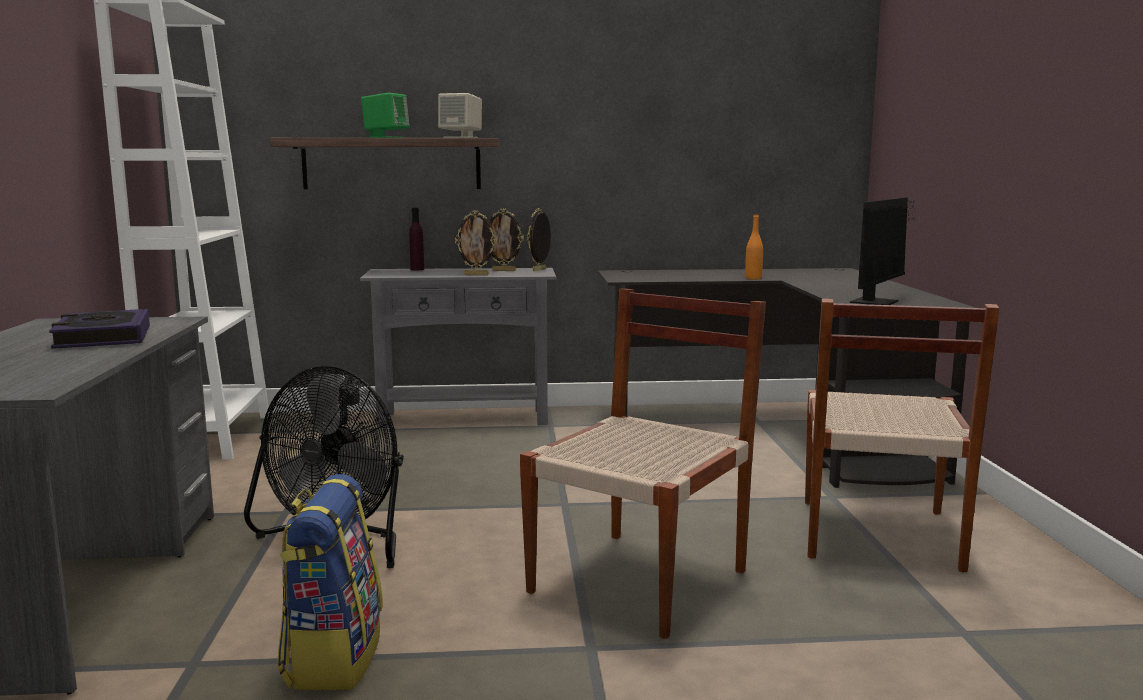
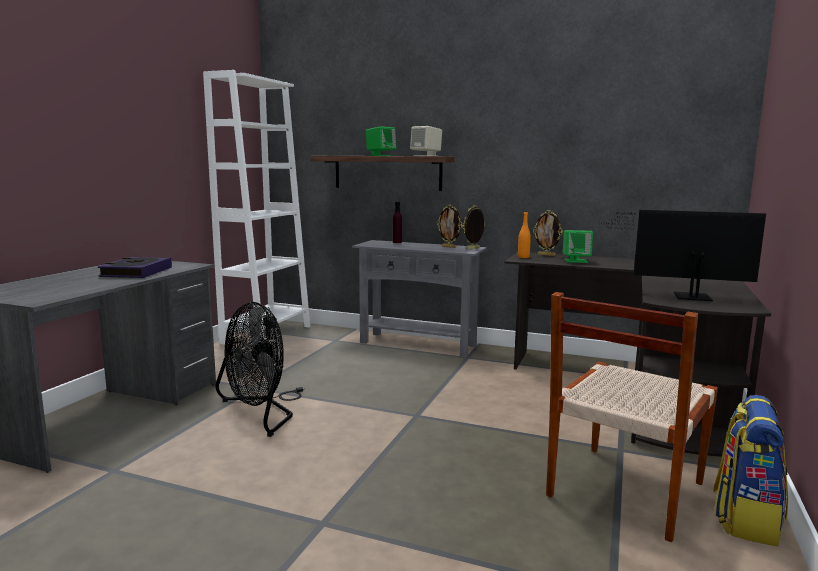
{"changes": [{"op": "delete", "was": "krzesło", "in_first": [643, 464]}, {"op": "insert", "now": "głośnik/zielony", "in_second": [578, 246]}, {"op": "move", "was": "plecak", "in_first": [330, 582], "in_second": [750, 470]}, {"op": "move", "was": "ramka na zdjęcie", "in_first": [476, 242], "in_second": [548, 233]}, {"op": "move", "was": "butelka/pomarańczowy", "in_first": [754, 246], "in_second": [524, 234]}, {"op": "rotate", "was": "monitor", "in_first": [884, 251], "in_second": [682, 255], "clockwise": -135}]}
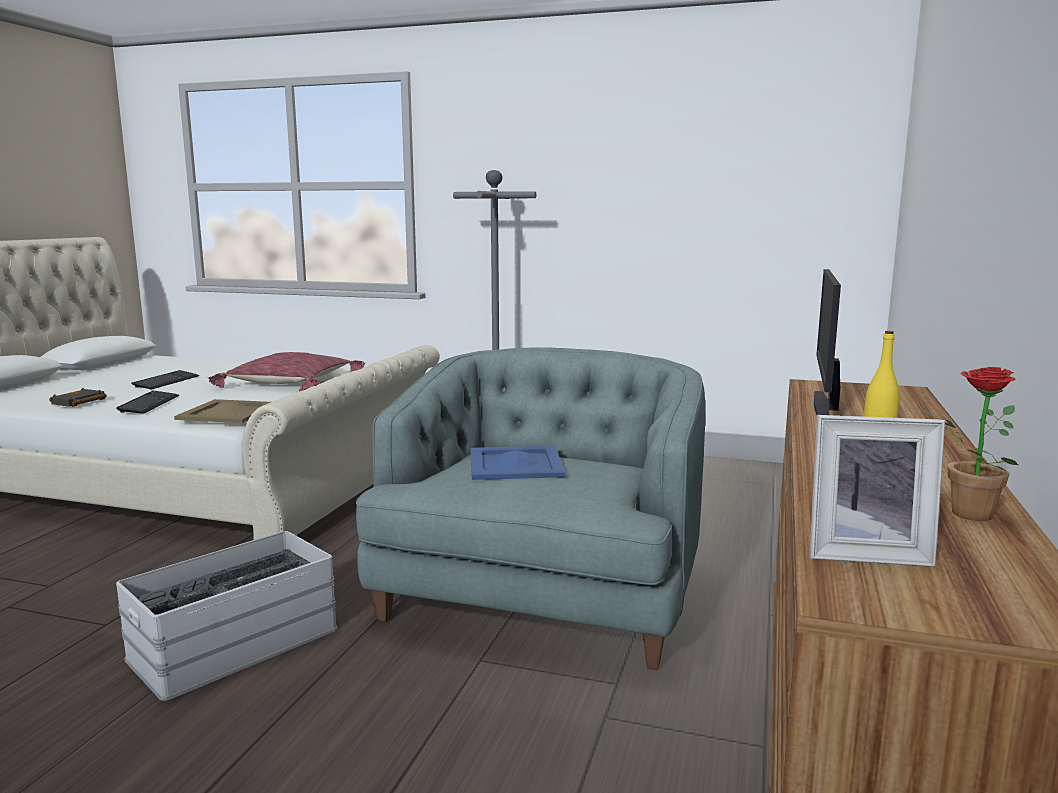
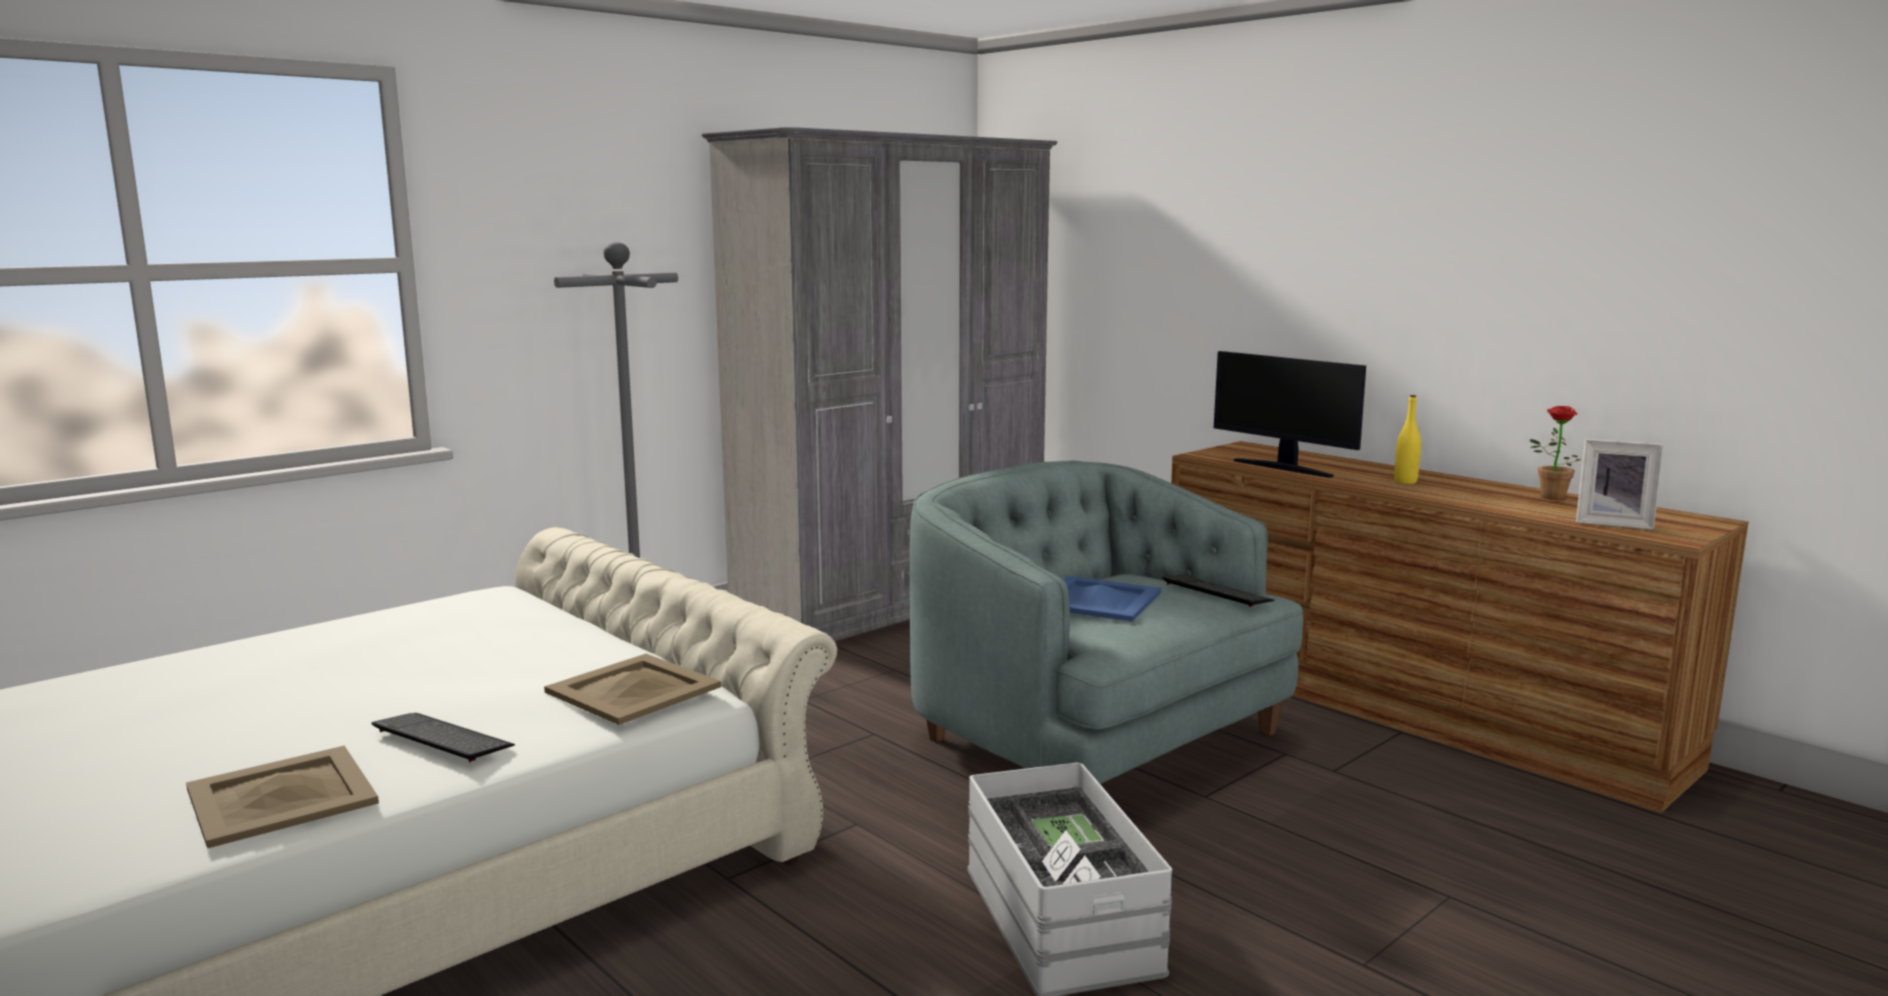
{"changes": [{"op": "delete", "was": "poduszka/czerwony", "in_first": [286, 372]}, {"op": "insert", "now": "szafa/szary", "in_second": [879, 384]}, {"op": "move", "was": "klawiatura", "in_first": [165, 380], "in_second": [1218, 591]}, {"op": "replace", "was": "książka/czarny", "now": "taca/beżowy", "in_first": [78, 397], "in_second": [282, 797]}, {"op": "rotate", "was": "ramka na zdjęcie", "in_first": [877, 491], "in_second": [1620, 484], "clockwise": 75}]}
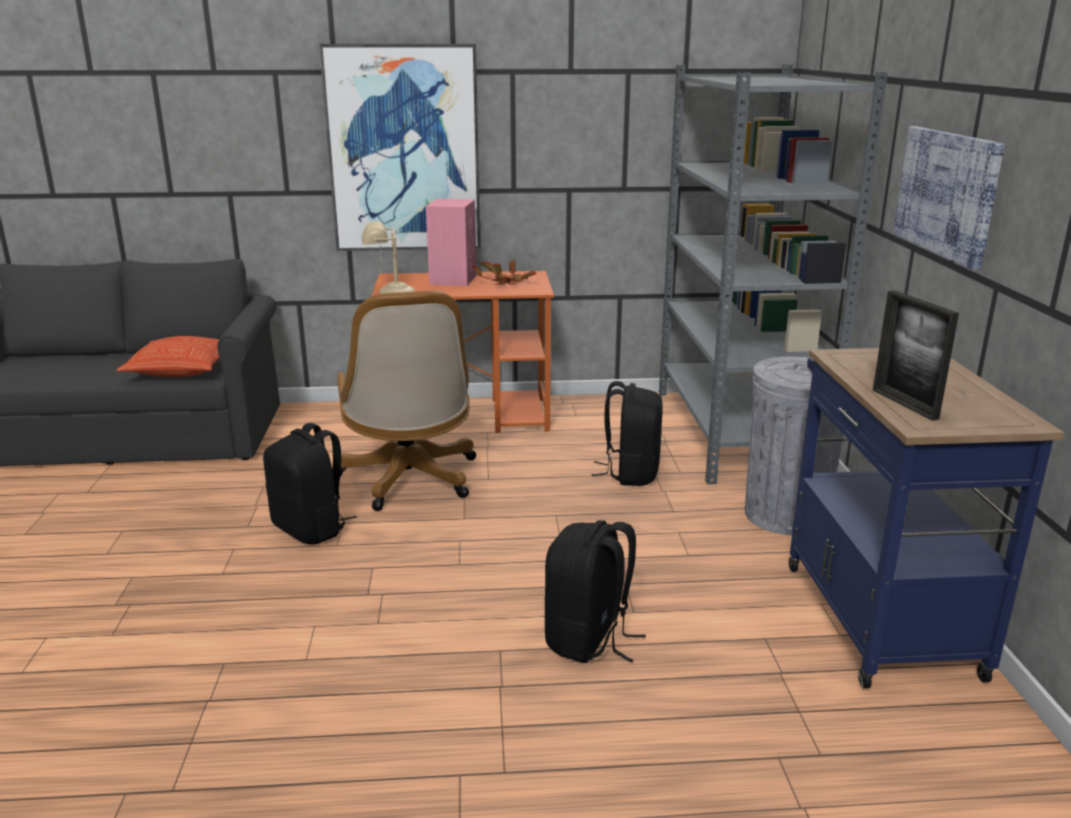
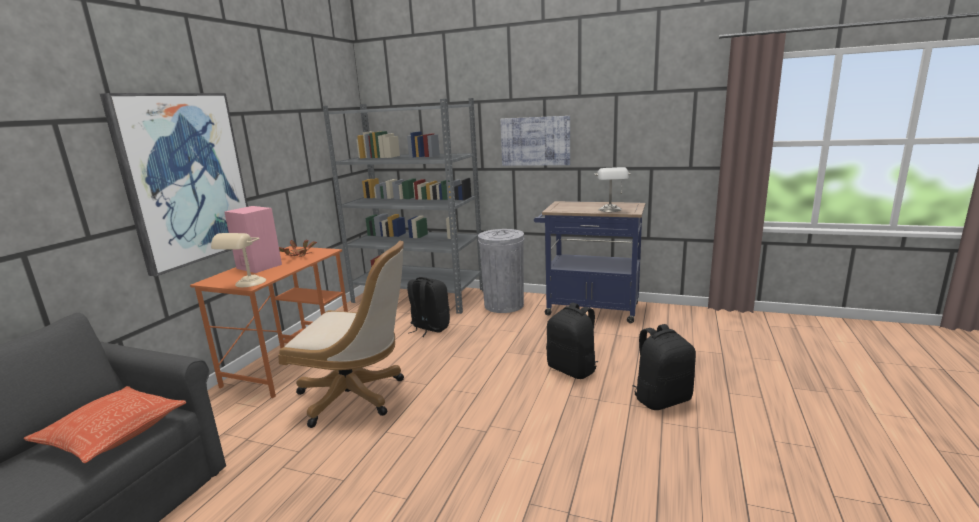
{"changes": [{"op": "move", "was": "plecak/czarny", "in_first": [310, 483], "in_second": [664, 367]}, {"op": "replace", "was": "ramka na zdjęcie", "now": "lampa stołowa/biały", "in_first": [916, 355], "in_second": [612, 189]}]}
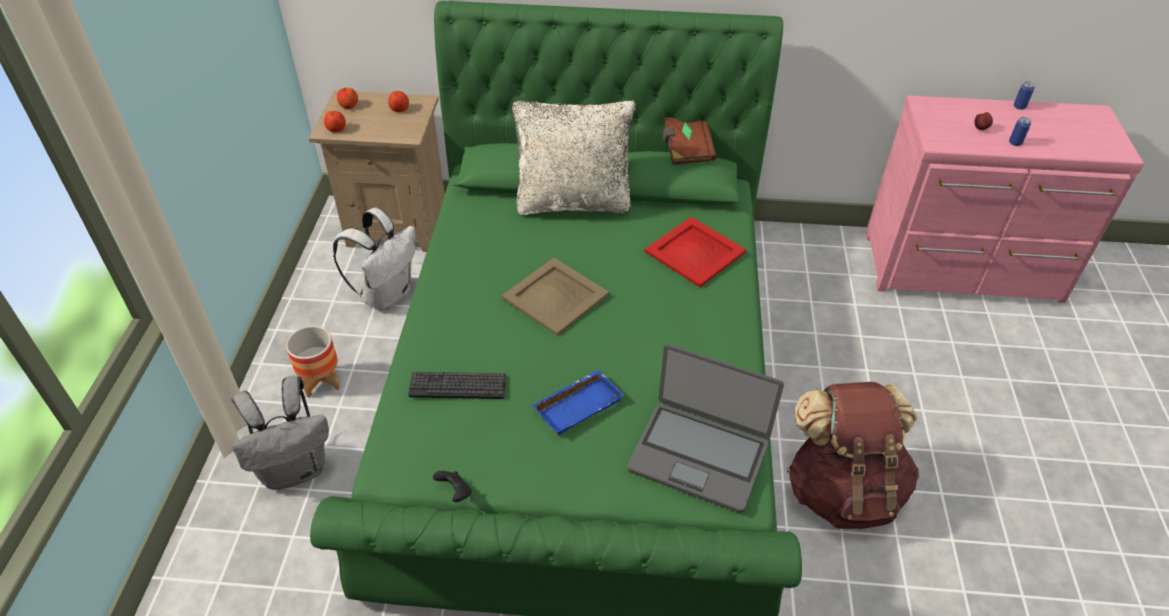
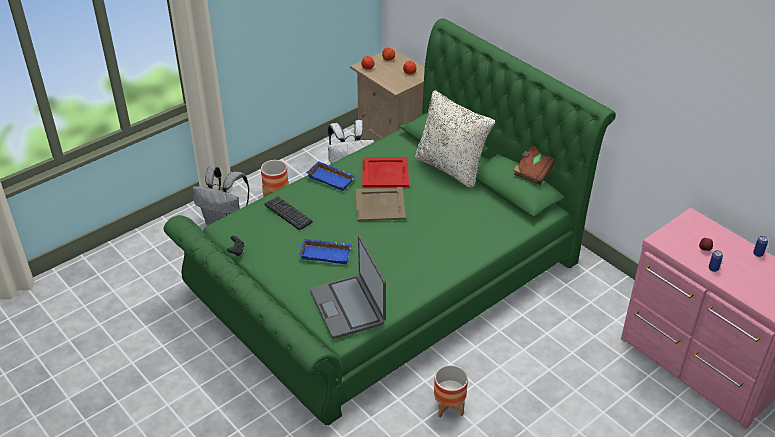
{"changes": [{"op": "insert", "now": "taca/niebieski", "in_second": [331, 176]}, {"op": "move", "was": "taca/czerwony", "in_first": [695, 252], "in_second": [385, 172]}, {"op": "replace", "was": "plecak/brązowy", "now": "donica", "in_first": [853, 455], "in_second": [451, 391]}]}
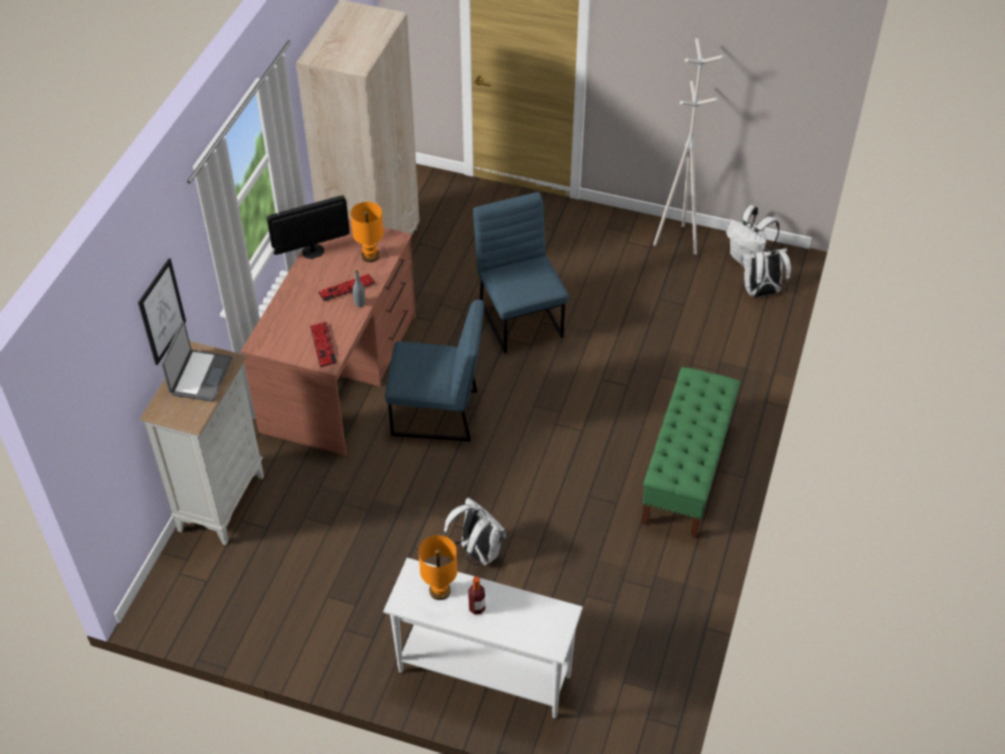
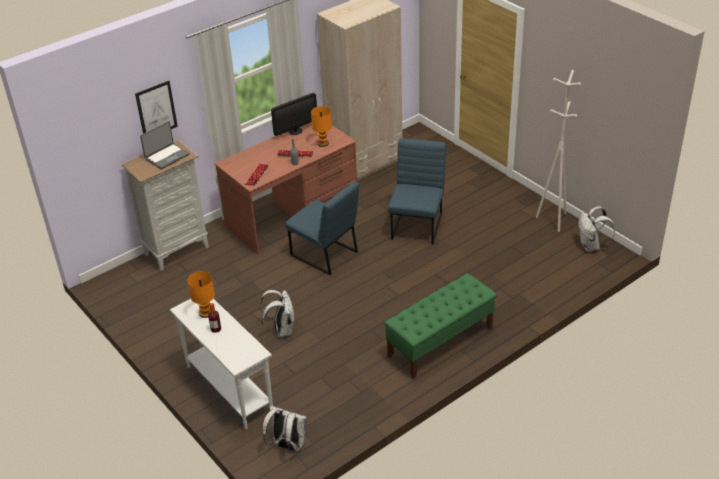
{"changes": [{"op": "move", "was": "plecak/biały", "in_first": [766, 273], "in_second": [286, 429]}, {"op": "rotate", "was": "monitor", "in_first": [308, 227], "in_second": [294, 114], "clockwise": 135}]}
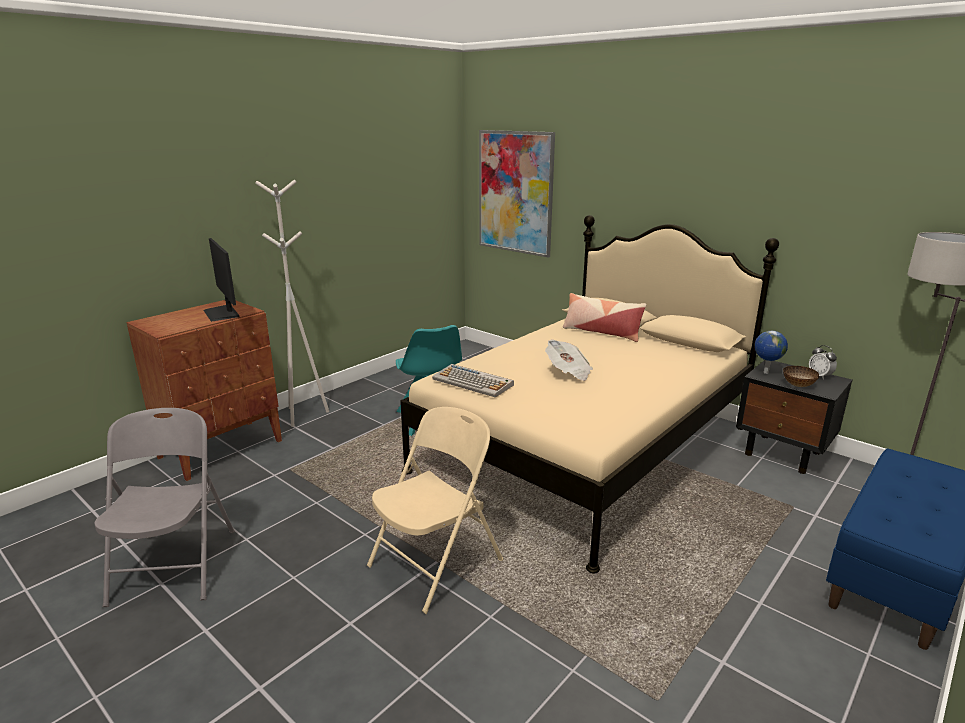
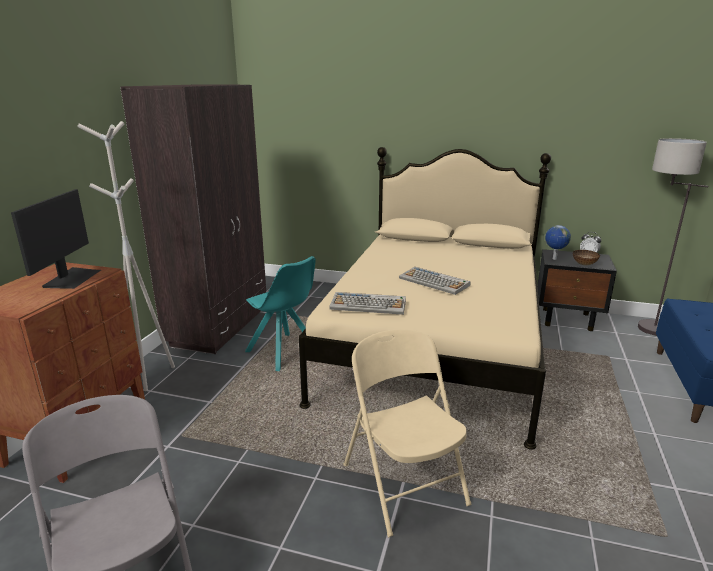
{"changes": [{"op": "delete", "was": "obraz", "in_first": [517, 194]}, {"op": "delete", "was": "poduszka", "in_first": [605, 317]}, {"op": "insert", "now": "szafa/brązowy", "in_second": [193, 219]}, {"op": "replace", "was": "gazeta", "now": "klawiatura", "in_first": [569, 360], "in_second": [435, 281]}, {"op": "rotate", "was": "monitor", "in_first": [221, 280], "in_second": [56, 239], "clockwise": -120}, {"op": "rotate", "was": "krzesło/beżowy", "in_first": [435, 510], "in_second": [407, 433], "clockwise": -45}]}
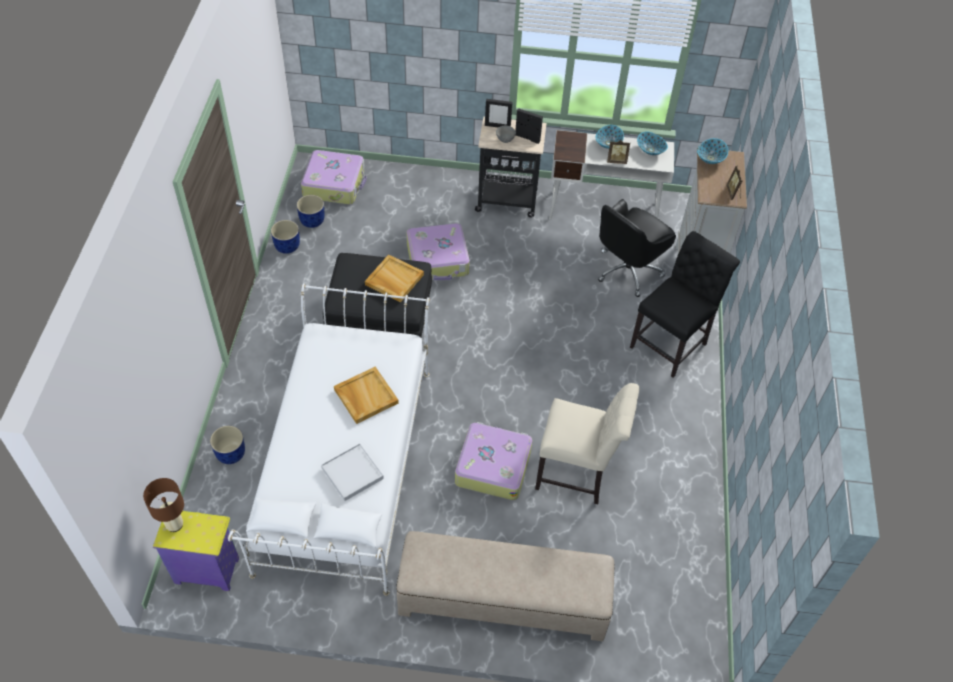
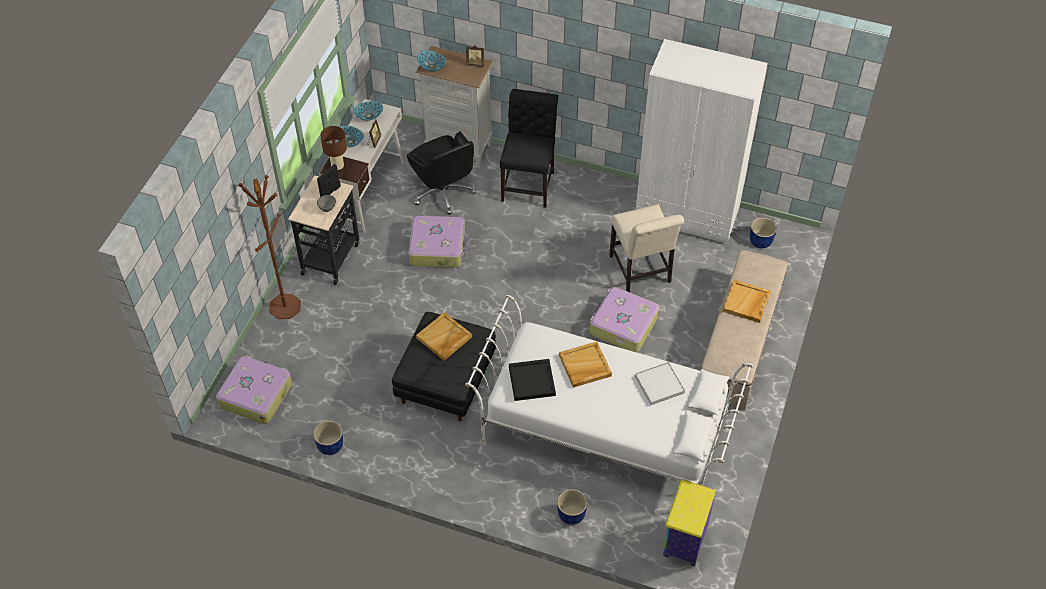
{"changes": [{"op": "delete", "was": "ramka na zdjęcie", "in_first": [499, 113]}, {"op": "insert", "now": "wieszak/brązowy", "in_second": [269, 247]}, {"op": "insert", "now": "taca/czarny", "in_second": [532, 380]}, {"op": "insert", "now": "szafa/biały", "in_second": [701, 141]}, {"op": "insert", "now": "taca/beżowy", "in_second": [746, 301]}, {"op": "move", "was": "lampa stołowa/brązowy", "in_first": [163, 505], "in_second": [334, 148]}, {"op": "move", "was": "donica/niebieski", "in_first": [310, 211], "in_second": [763, 233]}, {"op": "move", "was": "walizka", "in_first": [438, 251], "in_second": [439, 242]}, {"op": "rotate", "was": "krzesło/beżowy", "in_first": [587, 443], "in_second": [646, 248], "clockwise": 135}, {"op": "rotate", "was": "krzesło/czarny", "in_first": [685, 304], "in_second": [529, 148], "clockwise": 45}]}
